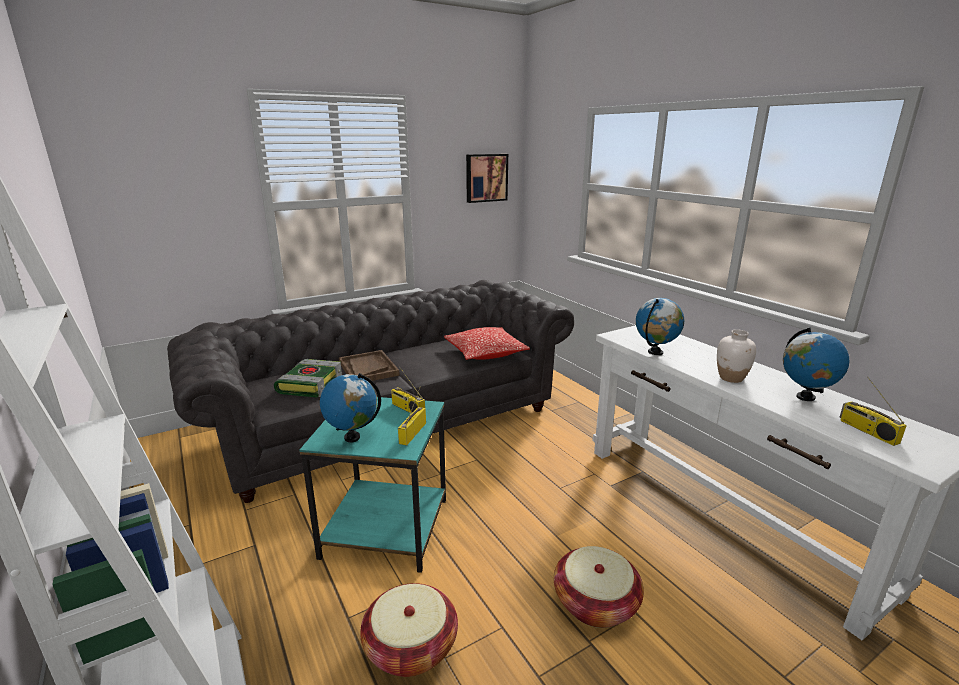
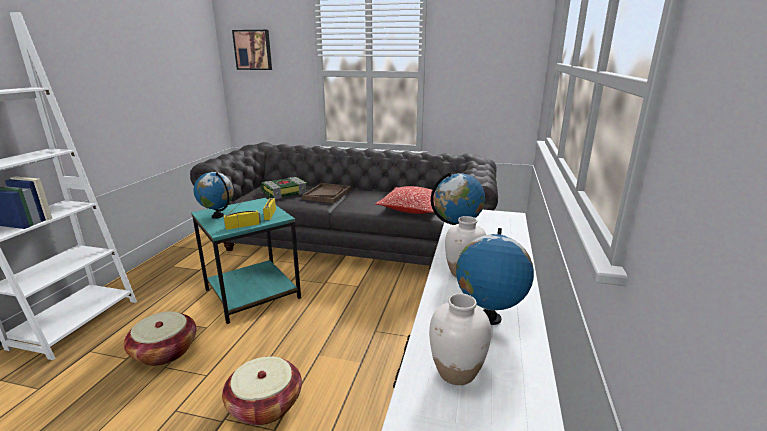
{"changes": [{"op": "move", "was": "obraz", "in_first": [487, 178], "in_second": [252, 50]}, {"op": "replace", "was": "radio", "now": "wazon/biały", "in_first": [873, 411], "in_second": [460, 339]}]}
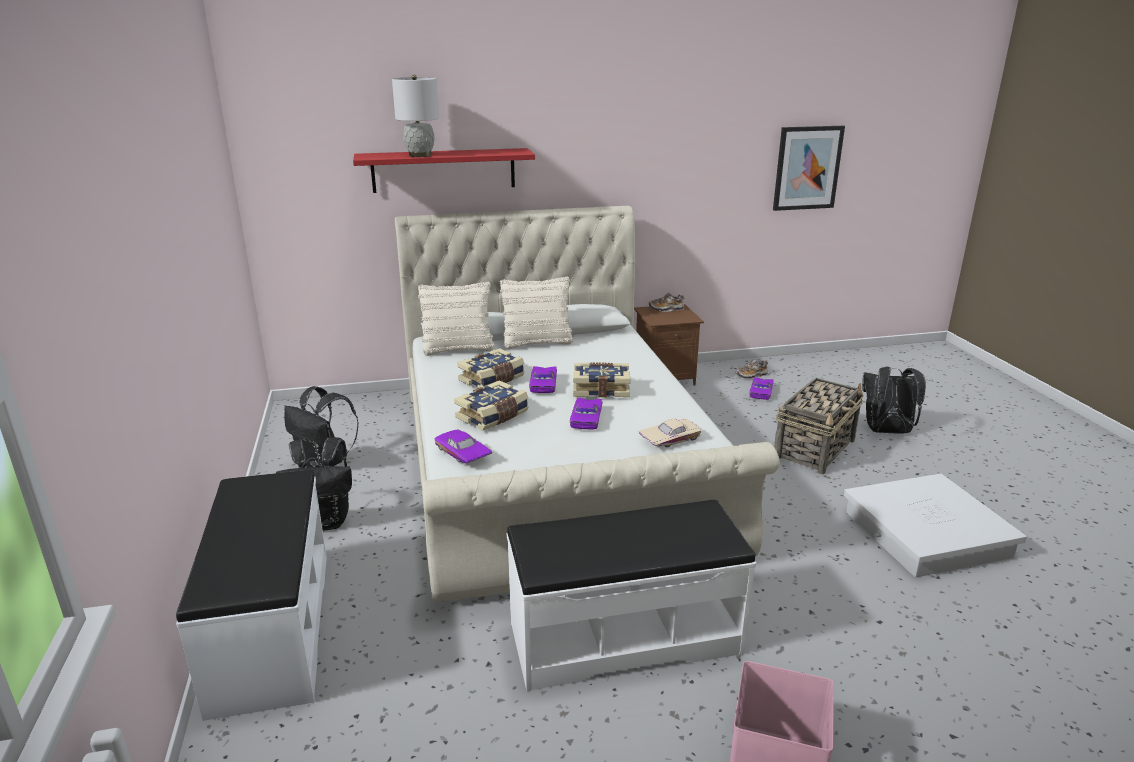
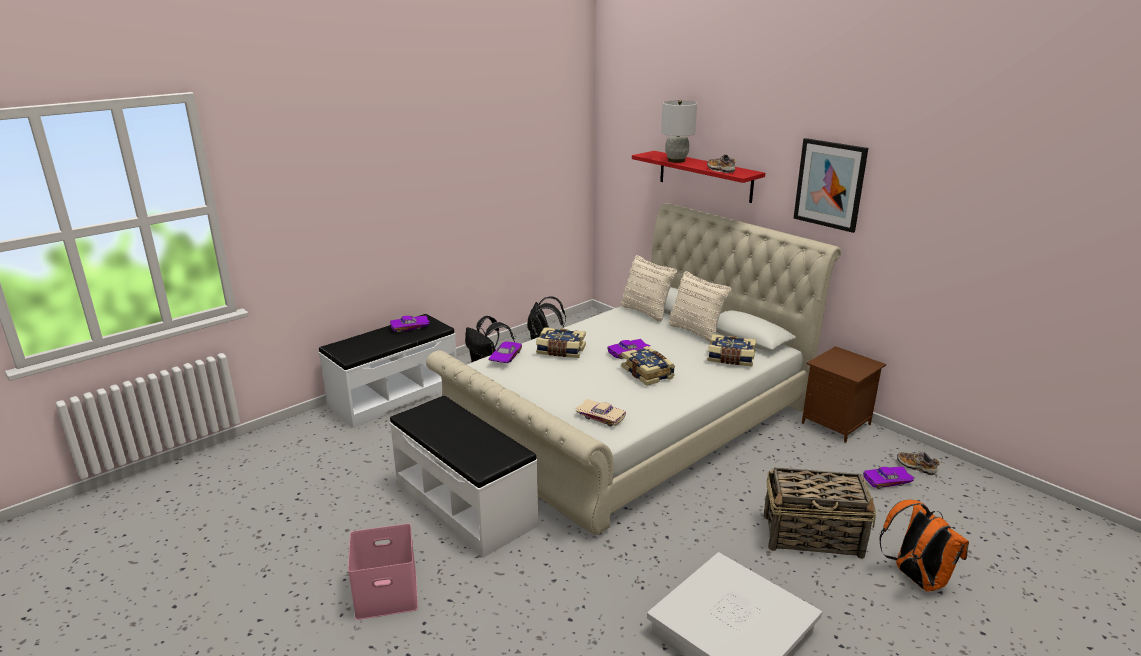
{"changes": [{"op": "move", "was": "książka", "in_first": [491, 368], "in_second": [732, 350]}, {"op": "move", "was": "samochodzik/fioletowy", "in_first": [586, 413], "in_second": [410, 324]}, {"op": "move", "was": "but", "in_first": [667, 302], "in_second": [721, 163]}, {"op": "move", "was": "obraz", "in_first": [809, 168], "in_second": [830, 185]}, {"op": "recolor", "was": "plecak/czarny", "now": "plecak/pomarańczowy", "in_first": [894, 400], "in_second": [924, 546]}]}
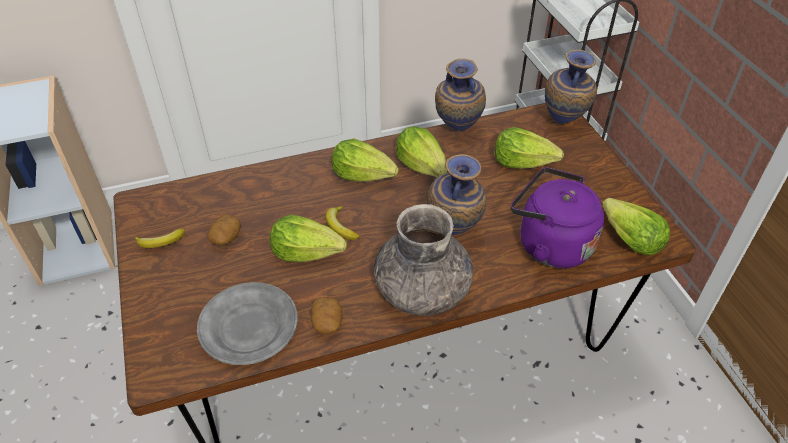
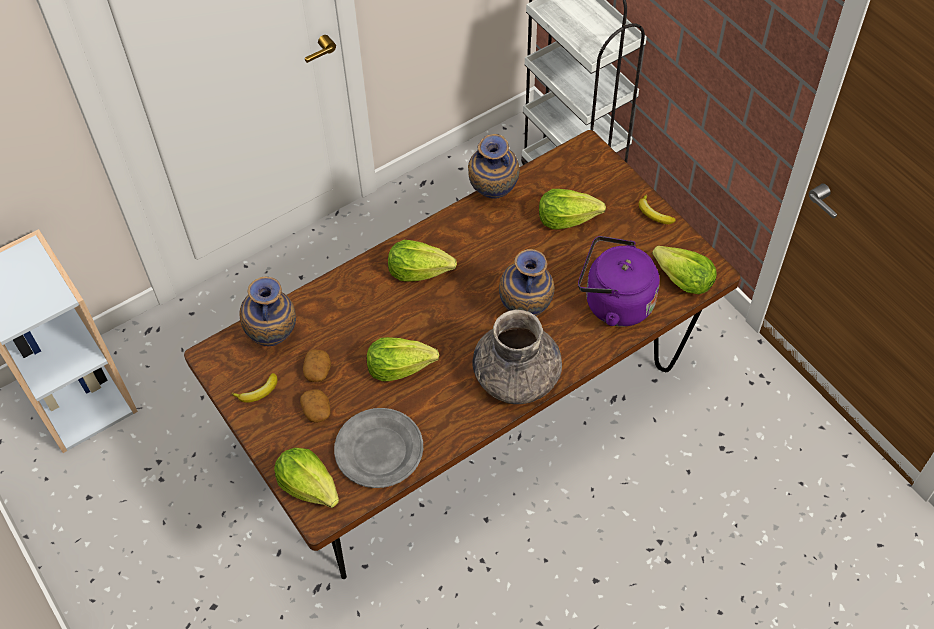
{"changes": [{"op": "move", "was": "ziemniak", "in_first": [327, 315], "in_second": [315, 406]}, {"op": "move", "was": "banan", "in_first": [342, 223], "in_second": [657, 209]}, {"op": "move", "was": "sałata", "in_first": [421, 151], "in_second": [306, 477]}, {"op": "move", "was": "wazon", "in_first": [570, 87], "in_second": [267, 311]}]}
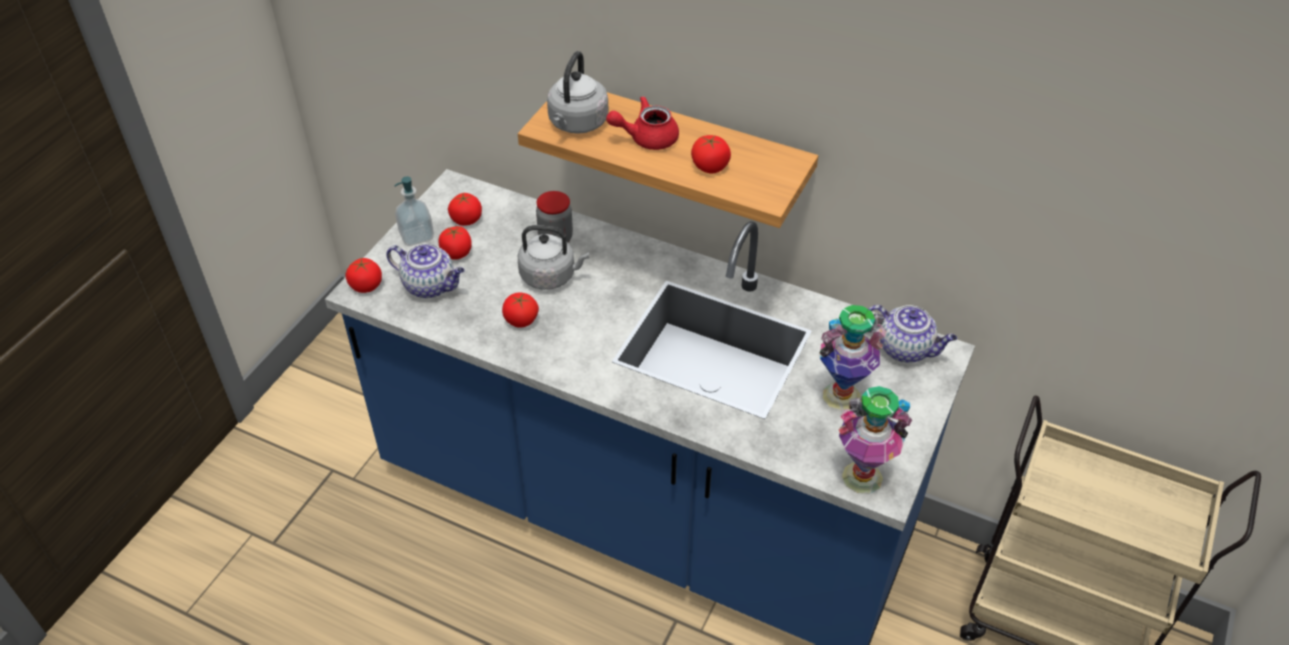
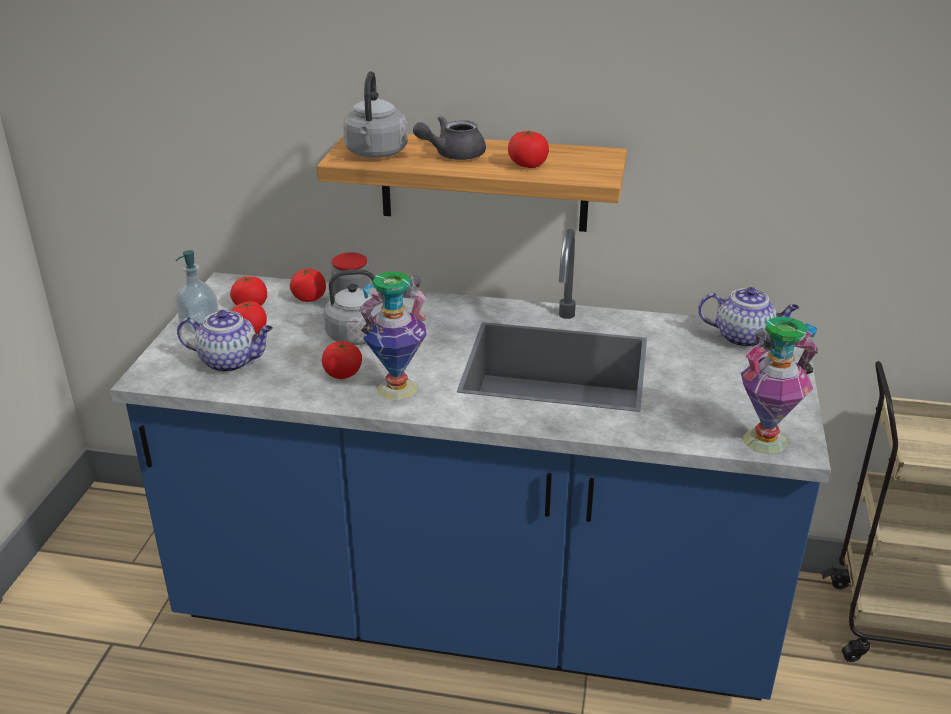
{"changes": [{"op": "move", "was": "pomidor", "in_first": [363, 275], "in_second": [308, 285]}, {"op": "move", "was": "wazon", "in_first": [853, 358], "in_second": [393, 335]}, {"op": "recolor", "was": "imbryk/czerwony", "now": "imbryk/szary", "in_first": [642, 123], "in_second": [449, 138]}]}
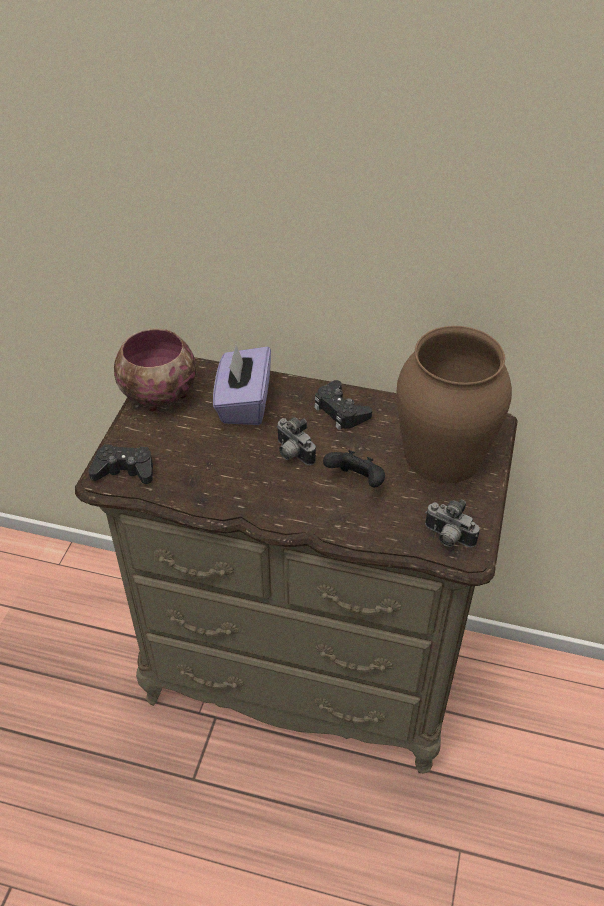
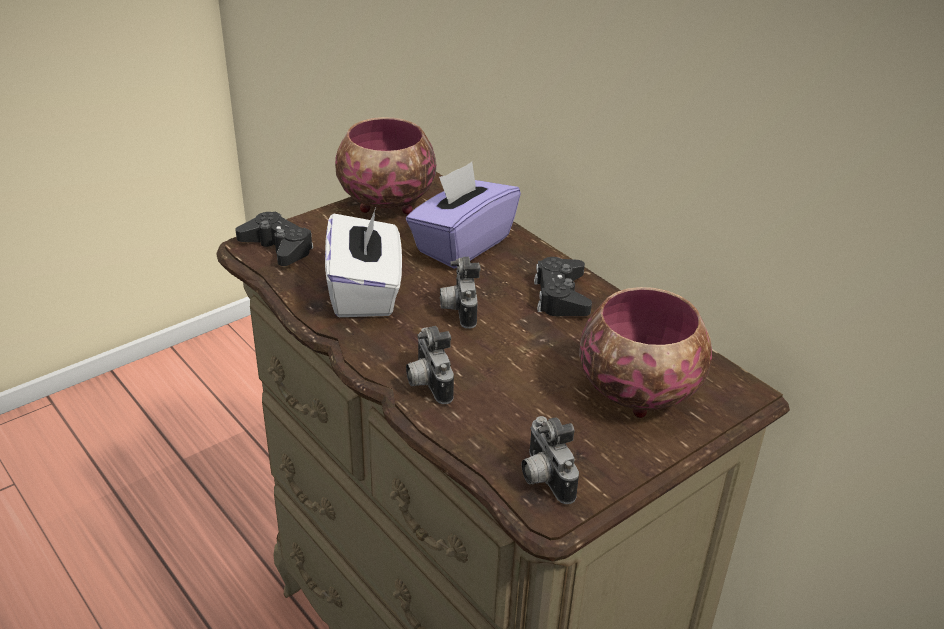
{"changes": [{"op": "delete", "was": "pad do gier/czarny", "in_first": [354, 468]}, {"op": "insert", "now": "pudełko chusteczek/biały", "in_second": [363, 261]}, {"op": "insert", "now": "aparat fotograficzny", "in_second": [430, 365]}, {"op": "replace", "was": "wazon/brązowy", "now": "miska", "in_first": [454, 404], "in_second": [645, 352]}]}
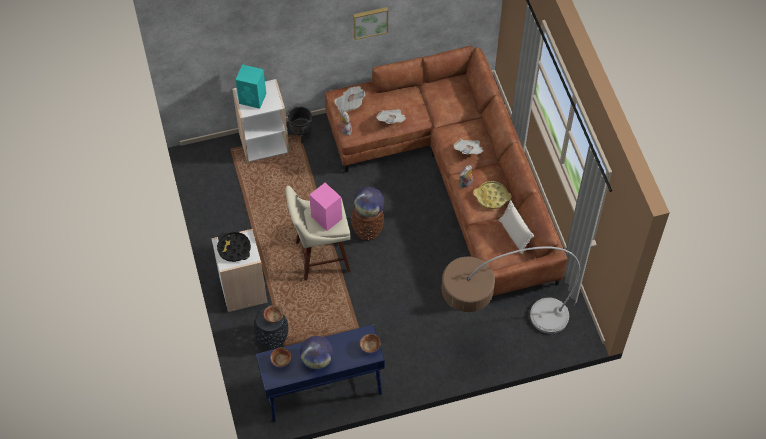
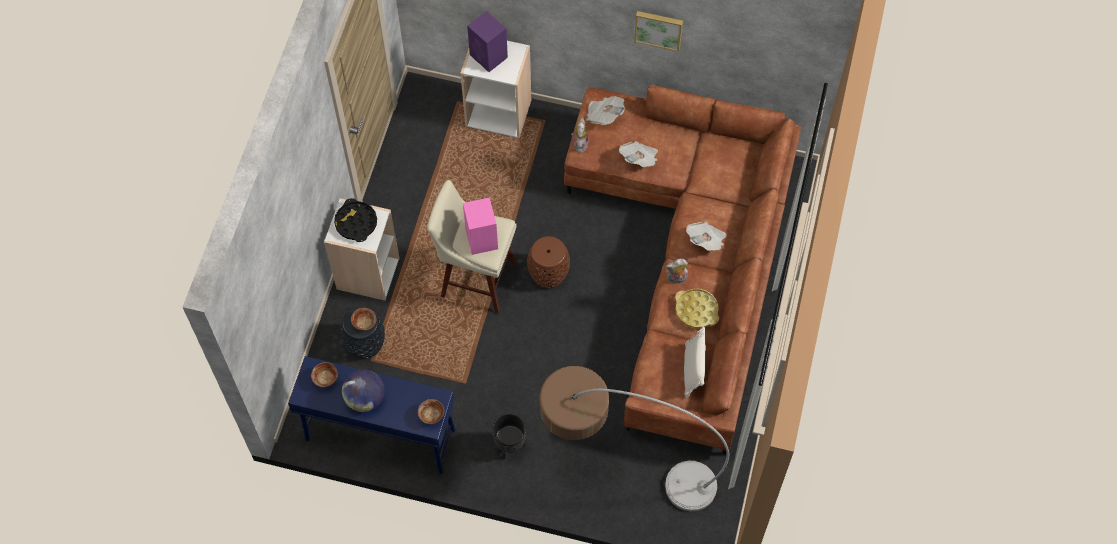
{"changes": [{"op": "delete", "was": "globus", "in_first": [369, 202]}, {"op": "move", "was": "donica/czarny", "in_first": [300, 125], "in_second": [509, 436]}, {"op": "recolor", "was": "głośnik/turkusowy", "now": "głośnik/fioletowy", "in_first": [251, 86], "in_second": [487, 41]}]}
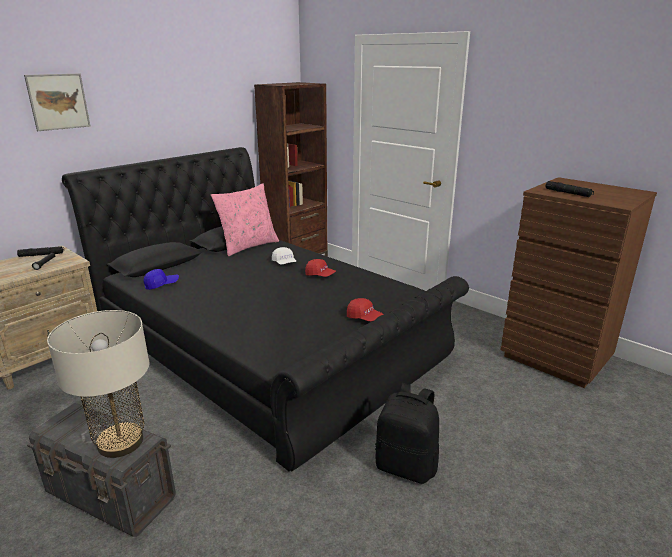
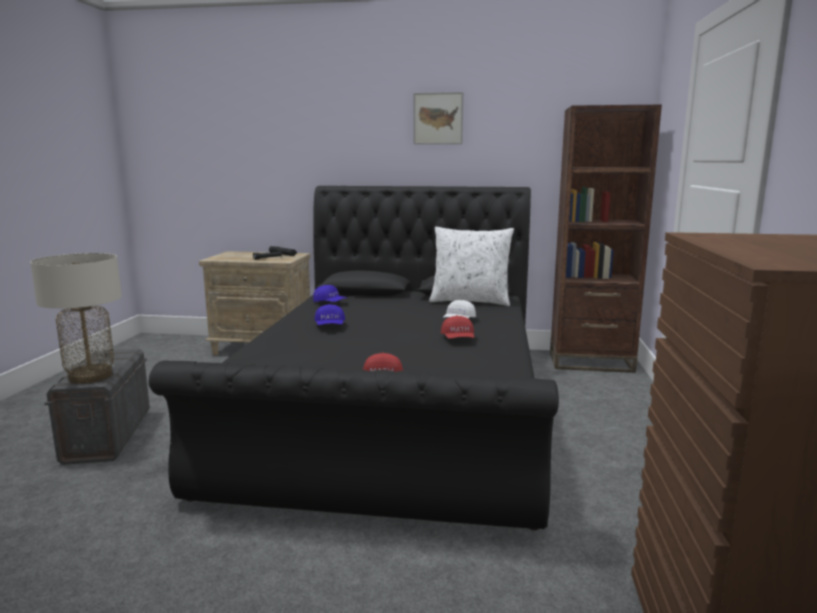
{"changes": [{"op": "delete", "was": "plecak/czarny", "in_first": [407, 433]}, {"op": "delete", "was": "latarka/czarny", "in_first": [570, 189]}, {"op": "insert", "now": "czapka z daszkiem/niebieski", "in_second": [329, 314]}, {"op": "move", "was": "obraz", "in_first": [57, 102], "in_second": [438, 118]}, {"op": "recolor", "was": "poduszka/różowy", "now": "poduszka/biały", "in_first": [245, 219], "in_second": [471, 266]}]}
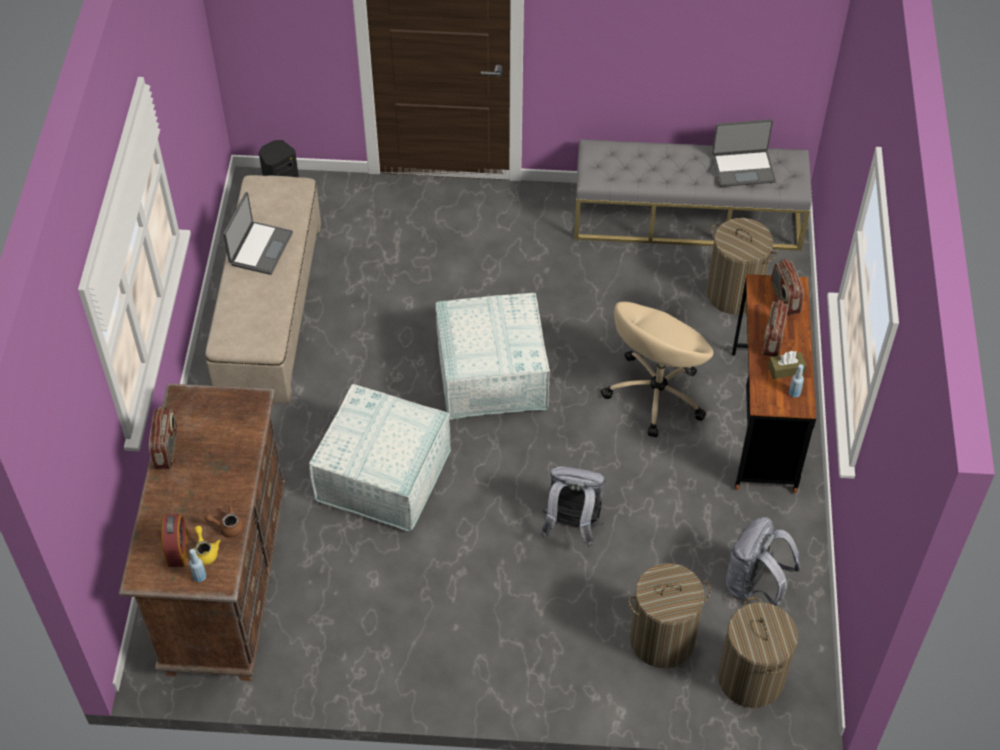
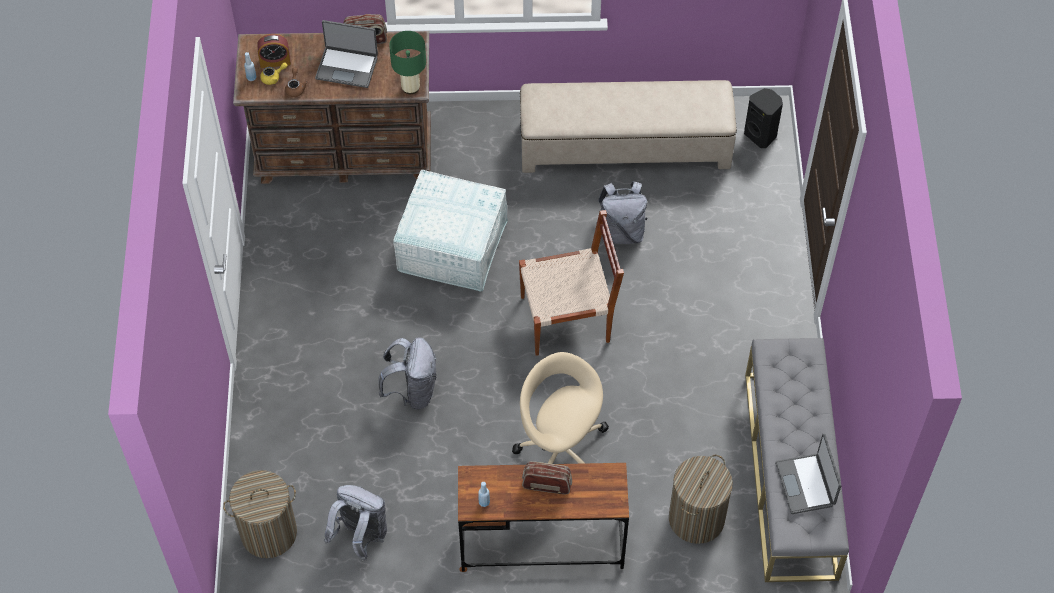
{"changes": [{"op": "delete", "was": "kosz na pranie", "in_first": [669, 615]}, {"op": "delete", "was": "pudełko chusteczek/brązowy", "in_first": [787, 365]}, {"op": "delete", "was": "radio", "in_first": [787, 287]}, {"op": "insert", "now": "lampa stołowa/zielony", "in_second": [407, 62]}, {"op": "insert", "now": "plecak/szary", "in_second": [622, 212]}, {"op": "move", "was": "laptop", "in_first": [258, 233], "in_second": [346, 54]}, {"op": "replace", "was": "pufa/biały", "now": "krzesło", "in_first": [492, 356], "in_second": [571, 283]}]}
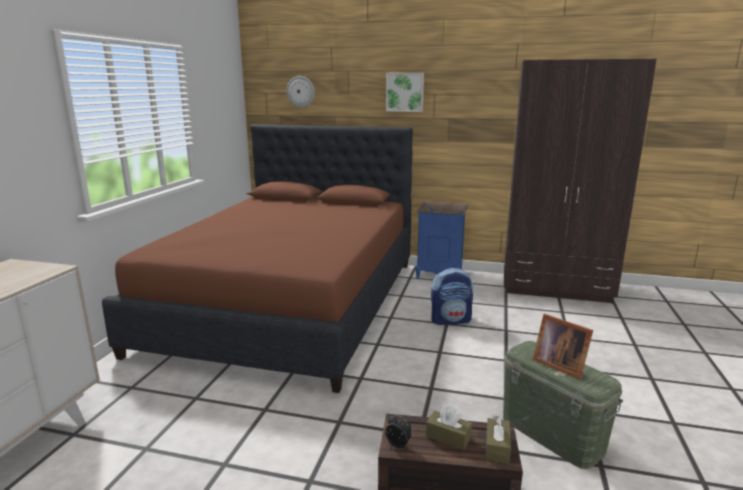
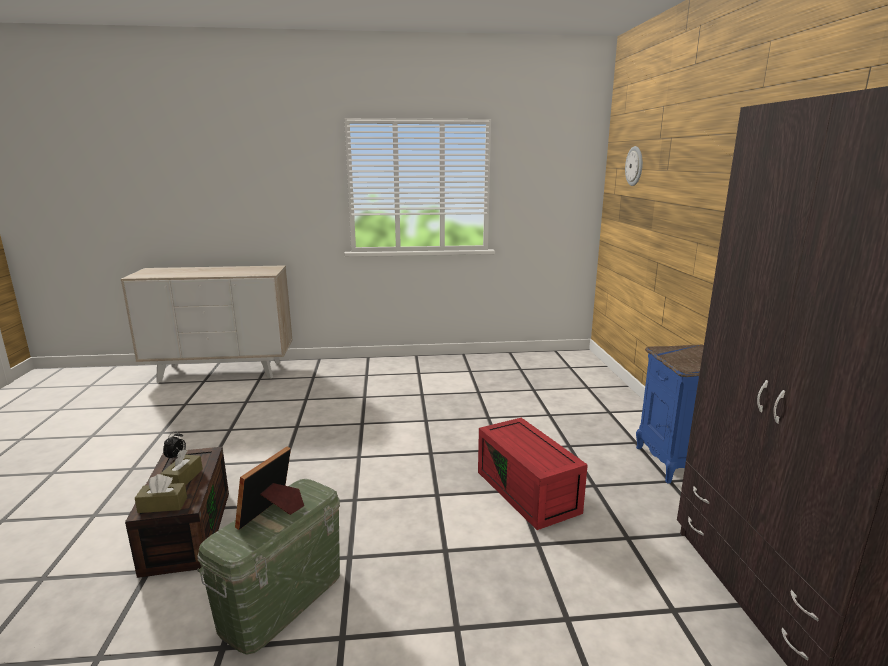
{"changes": [{"op": "delete", "was": "łóżko/brązowy", "in_first": [257, 258]}, {"op": "delete", "was": "obraz", "in_first": [405, 92]}, {"op": "replace", "was": "plecak", "now": "pojemnik do przechowywania/czerwony", "in_first": [452, 296], "in_second": [533, 474]}]}
